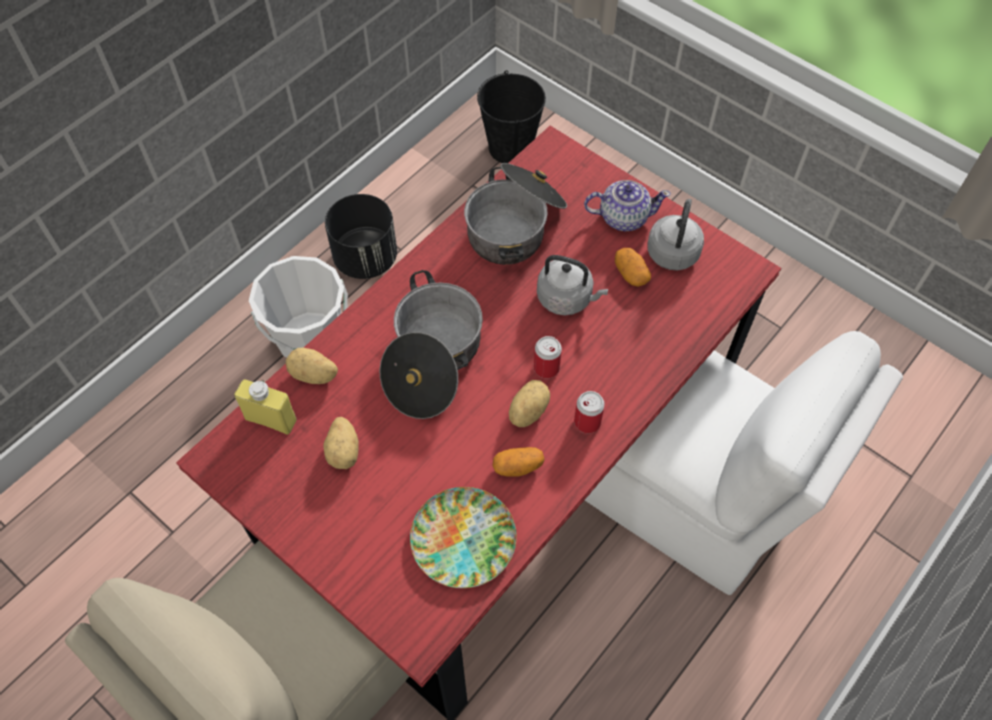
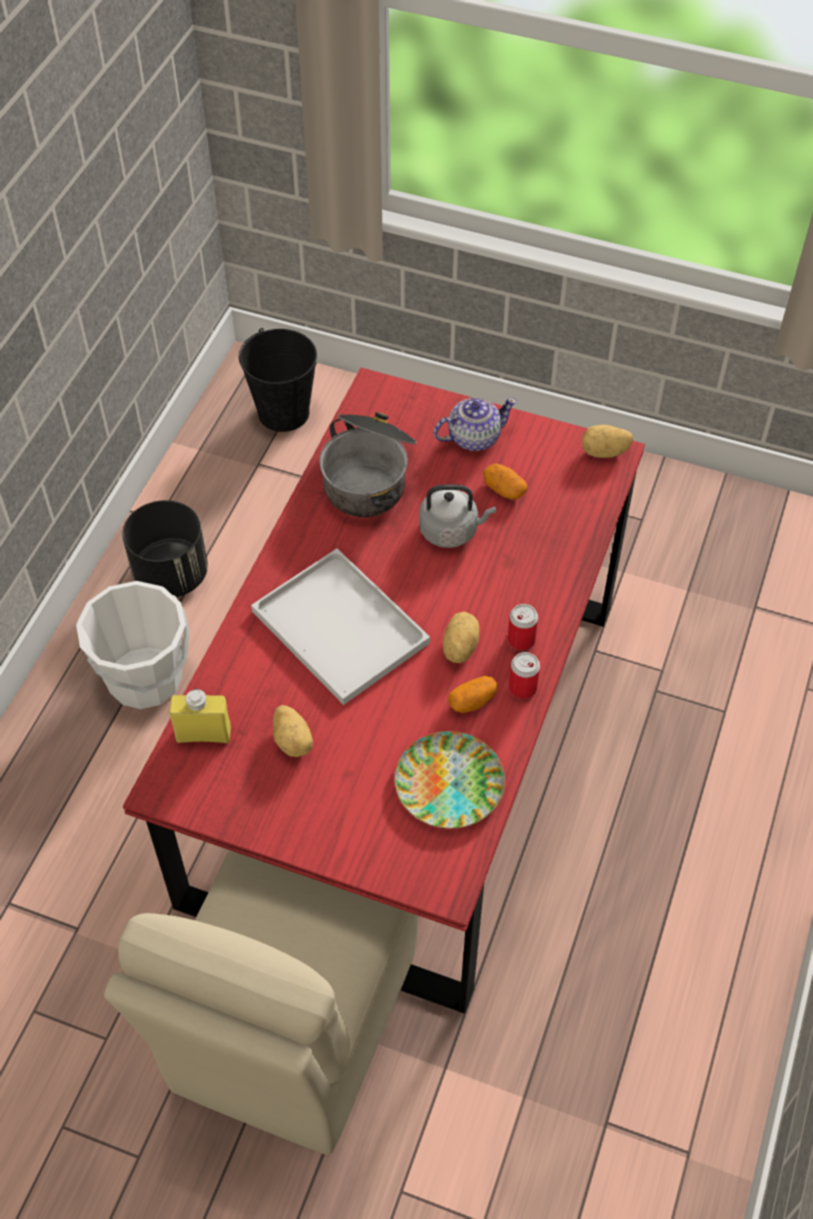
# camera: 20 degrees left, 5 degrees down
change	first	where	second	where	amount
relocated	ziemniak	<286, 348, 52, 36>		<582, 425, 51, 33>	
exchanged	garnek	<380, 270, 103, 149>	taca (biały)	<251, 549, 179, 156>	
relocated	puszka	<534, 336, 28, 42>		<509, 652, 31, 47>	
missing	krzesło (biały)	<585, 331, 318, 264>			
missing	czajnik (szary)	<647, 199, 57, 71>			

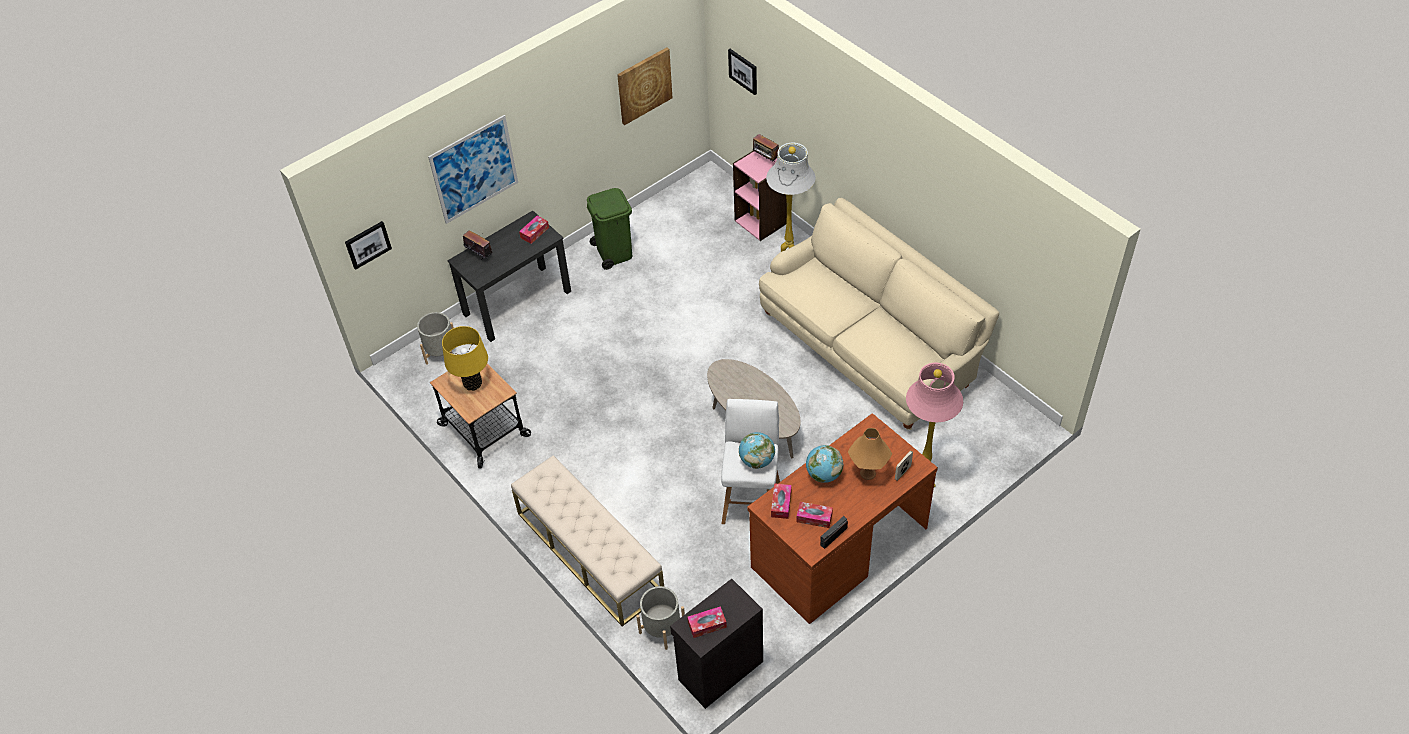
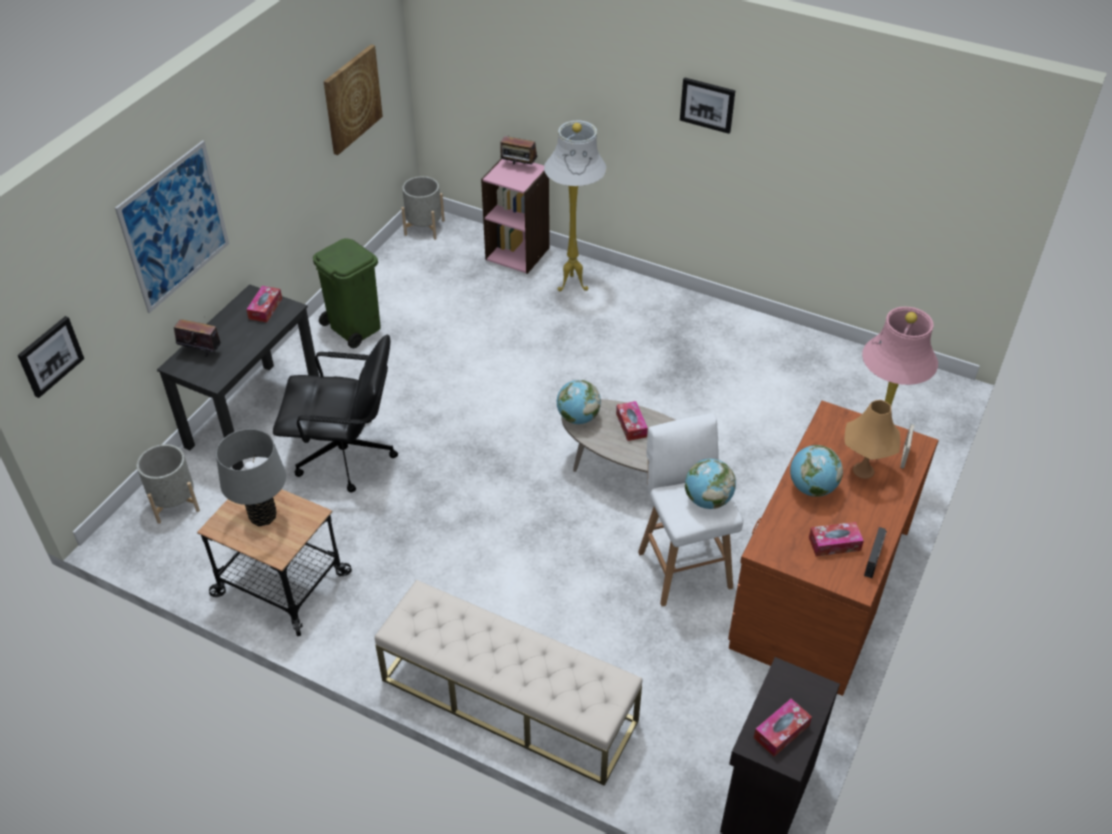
# camera: 25 degrees left, 5 degrees down
change	first	where	second	where	amount
colour	lampa stołowa (żółty)	<442, 326, 46, 65>	lampa stołowa (szary)	<216, 429, 70, 98>	
relocated	donica (szary)	<636, 586, 49, 64>		<401, 176, 44, 64>	
relocated	obraz	<728, 49, 29, 46>		<680, 78, 55, 56>	
missing	kanapa (beżowy)	<759, 198, 240, 232>			
relocated	pudełko chusteczek	<771, 483, 21, 36>		<616, 401, 32, 40>	
appeared			krzesło biurowe (czarny)	<273, 335, 125, 157>	
appeared			globus	<557, 380, 44, 44>	

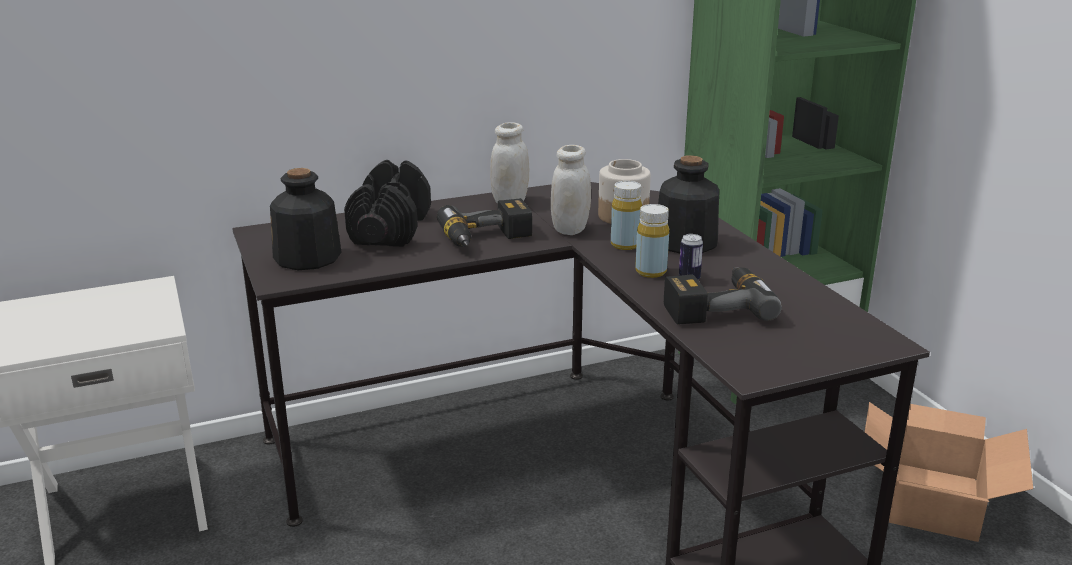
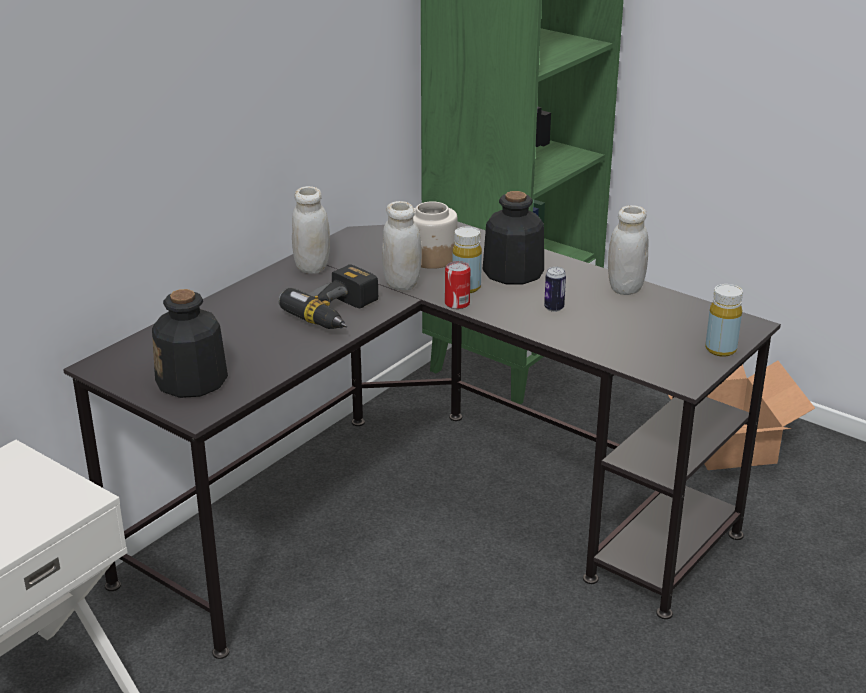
# camera: 30 degrees left, 5 degrees up
change	first	where	second	where	amount
missing	hantel (czarny)	<344, 160, 87, 87>			
relocated	butelka (żółty)	<635, 204, 34, 74>		<705, 284, 38, 73>	
missing	wiertarka	<664, 267, 118, 58>			
appeared			puszka	<445, 261, 25, 48>	
appeared			słoik (biały)	<608, 205, 40, 90>	

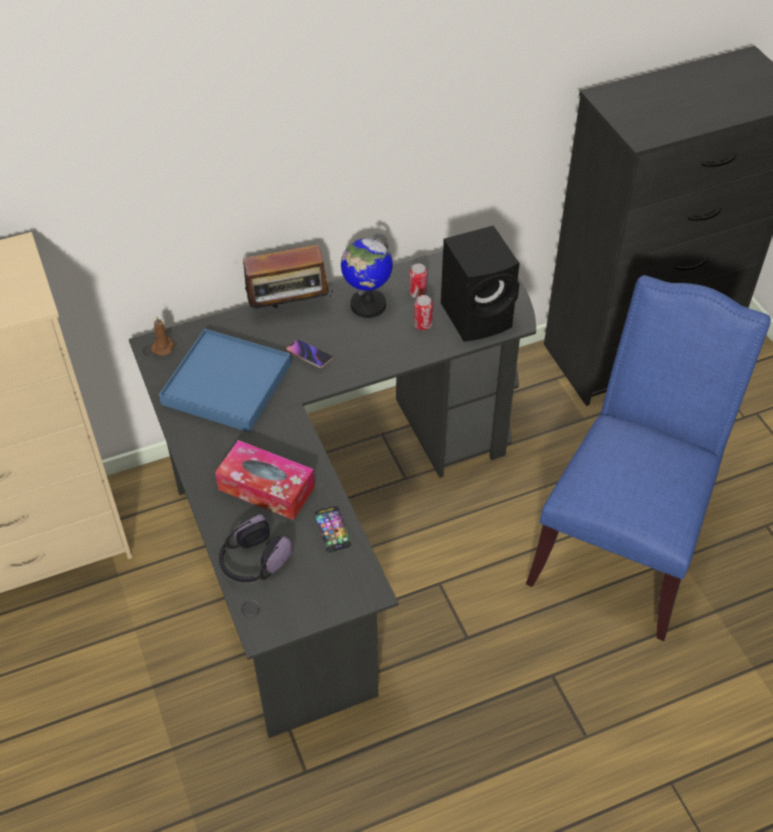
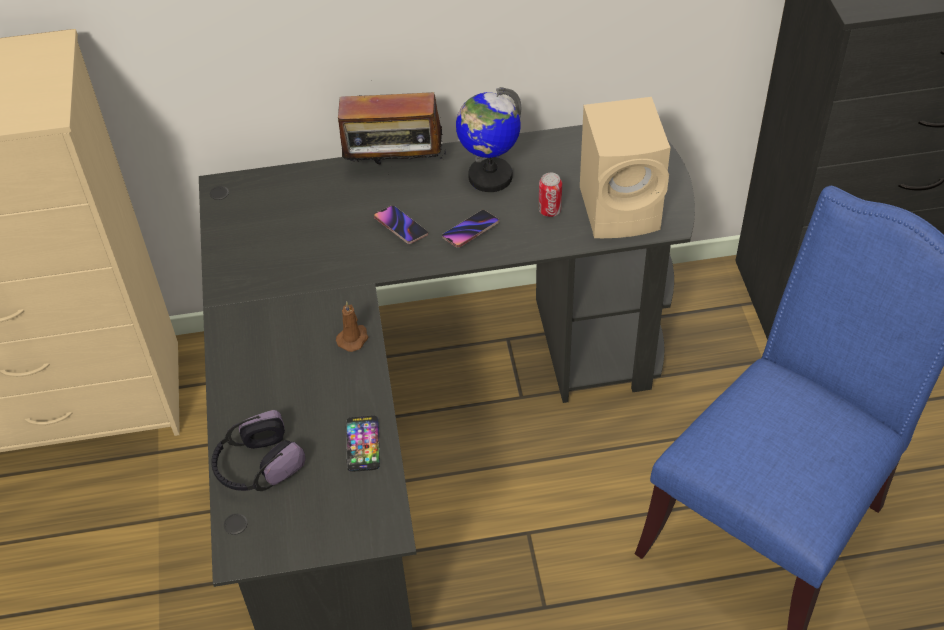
# camera: 15 degrees right, 0 degrees up
change	first	where	second	where	amount
relocated	świeca (brązowy)	<151, 317, 24, 39>		<336, 301, 33, 51>	
missing	taca (niebieski)	<159, 329, 132, 103>			
missing	pudełko chusteczek	<215, 440, 100, 80>			
missing	puszka	<409, 263, 18, 35>			
colour	głośnik (czarny)	<441, 225, 79, 117>	głośnik (beżowy)	<580, 97, 91, 141>	
appeared			telefon	<442, 210, 57, 38>	

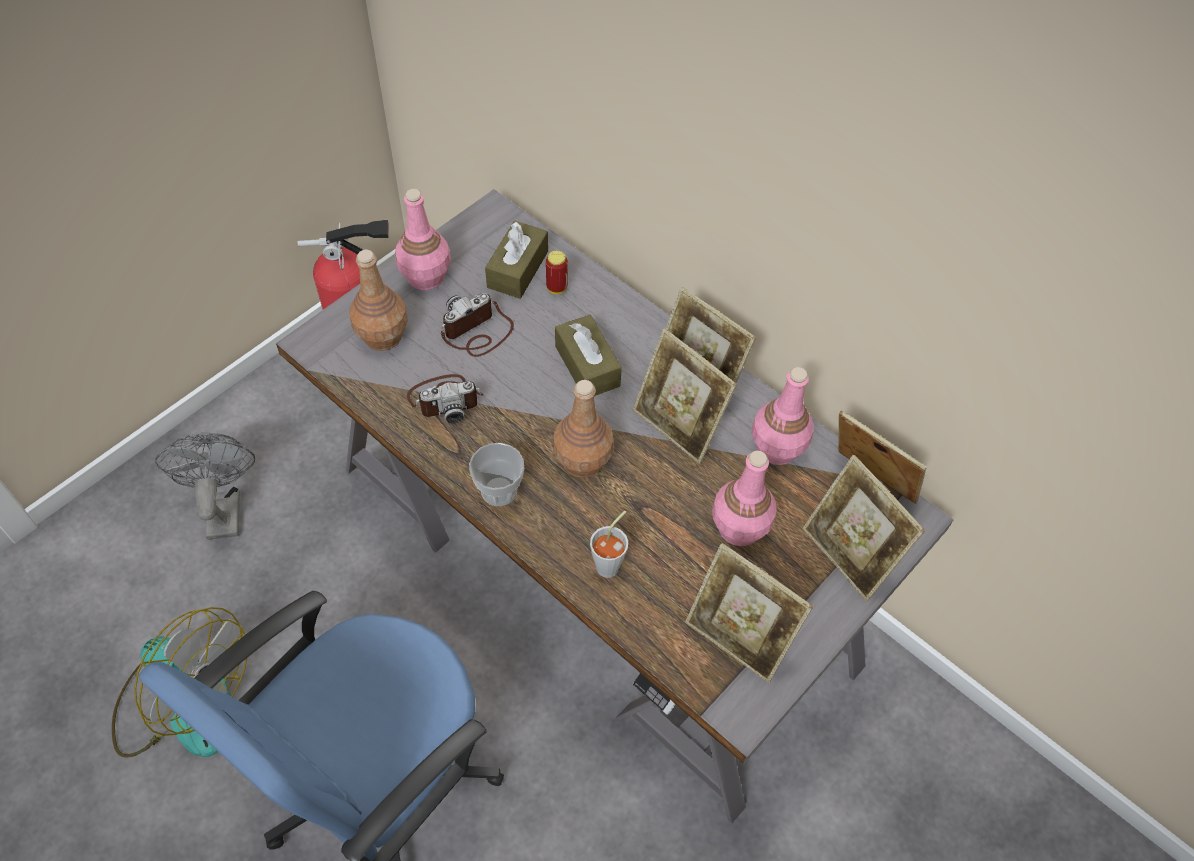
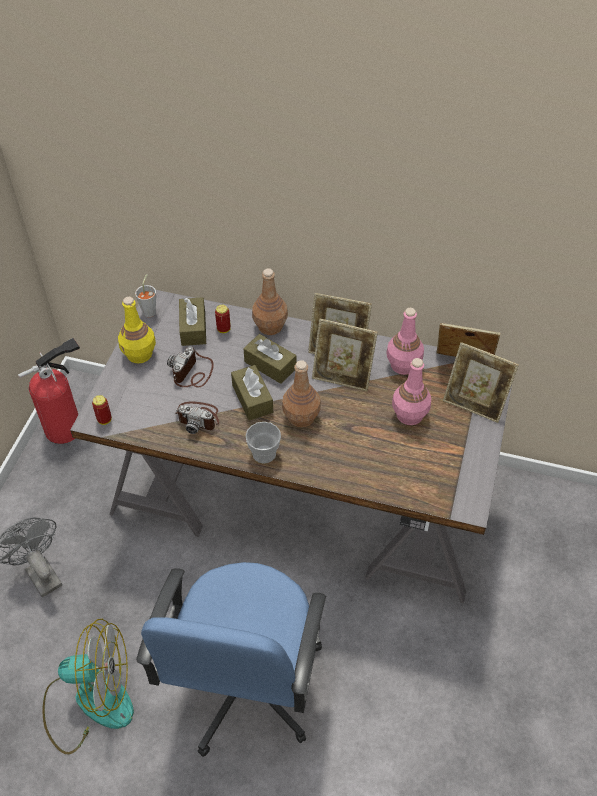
# camera: 25 degrees left, 5 degrees down
change	first	where	second	where	amount
relocated	butelka (brązowy)	<349, 250, 59, 101>		<252, 268, 36, 67>	
colour	butelka (różowy)	<395, 189, 56, 101>	butelka (żółty)	<118, 297, 38, 67>	
spun	aparat fotograficzny	<407, 374, 76, 49>		<176, 402, 43, 32>	60 degrees clockwise
relocated	filiżanka (szary)	<590, 511, 38, 67>		<135, 274, 21, 43>	
missing	ramka na zdjęcie	<685, 543, 128, 140>			
appeared			puszka	<92, 395, 20, 30>	
appeared			pudełko chusteczek (brązowy)	<231, 365, 42, 56>	

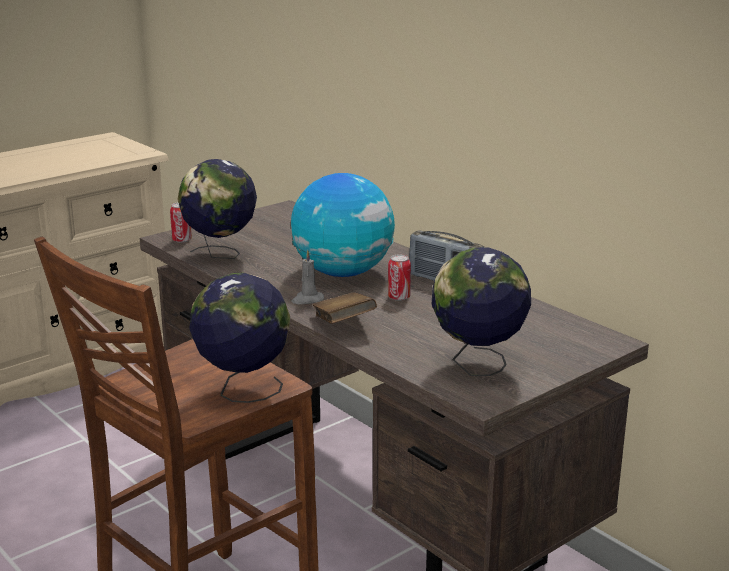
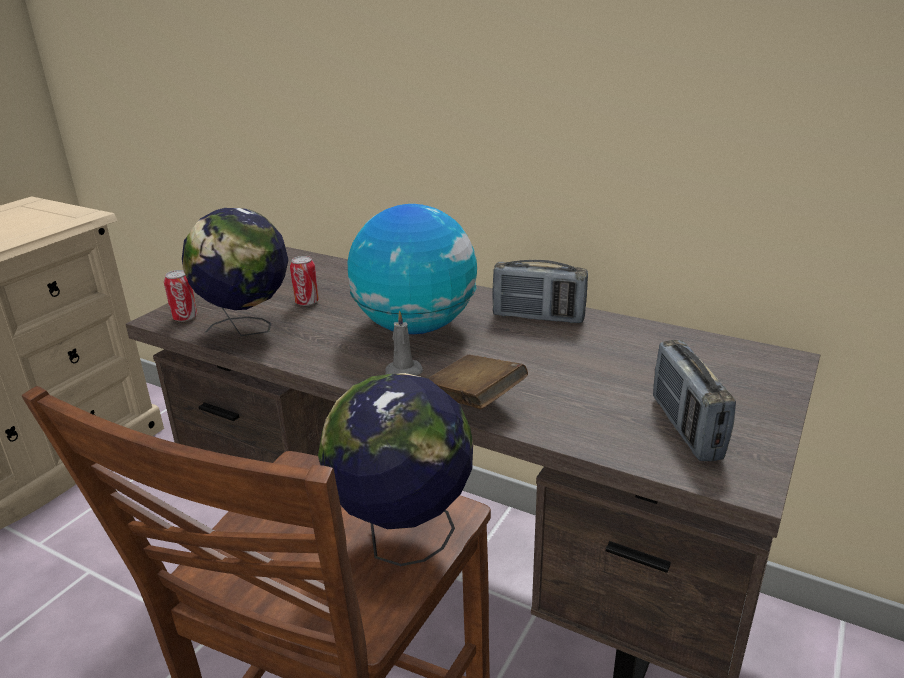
# camera: 20 degrees left, 5 degrees up
change	first	where	second	where	amount
relocated	puszka	<388, 254, 23, 47>		<290, 256, 29, 50>	
exchanged	globus	<432, 247, 99, 129>	radio	<653, 340, 83, 121>	

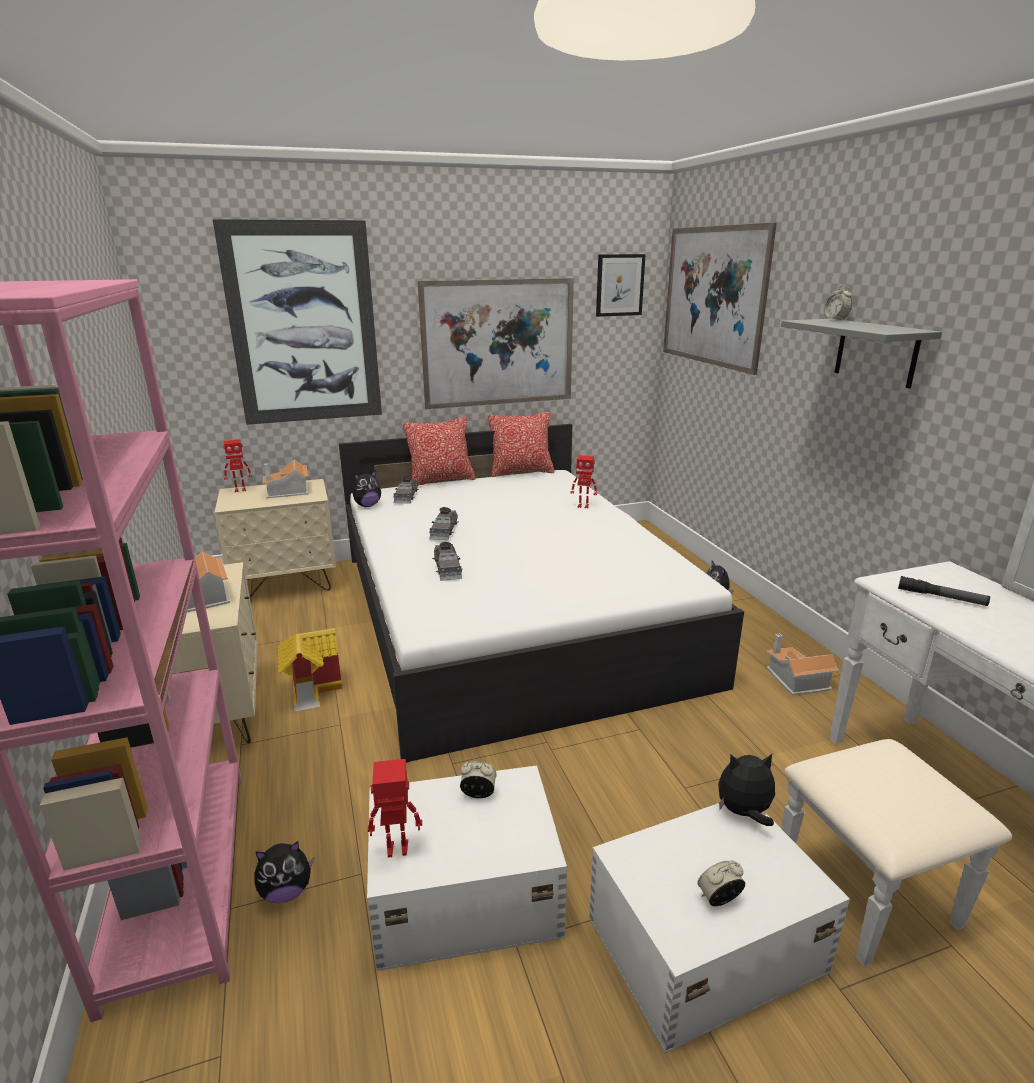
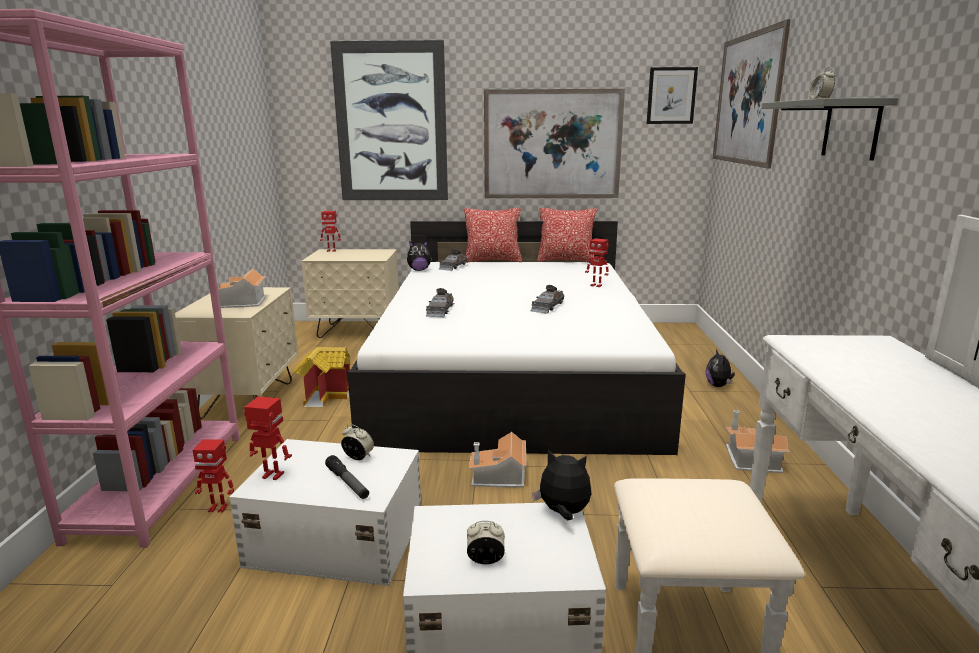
# camera: 20 degrees right, 5 degrees down
change	first	where	second	where	amount
exchanged	pluszak	<254, 841, 61, 62>	robot zabawkowy	<193, 439, 41, 73>	
relocated	domek	<263, 460, 46, 38>		<469, 432, 57, 56>	
relocated	samochodzik (szary)	<429, 507, 29, 33>		<531, 285, 33, 29>	
relocated	latarka	<898, 576, 92, 30>		<325, 455, 44, 44>	

